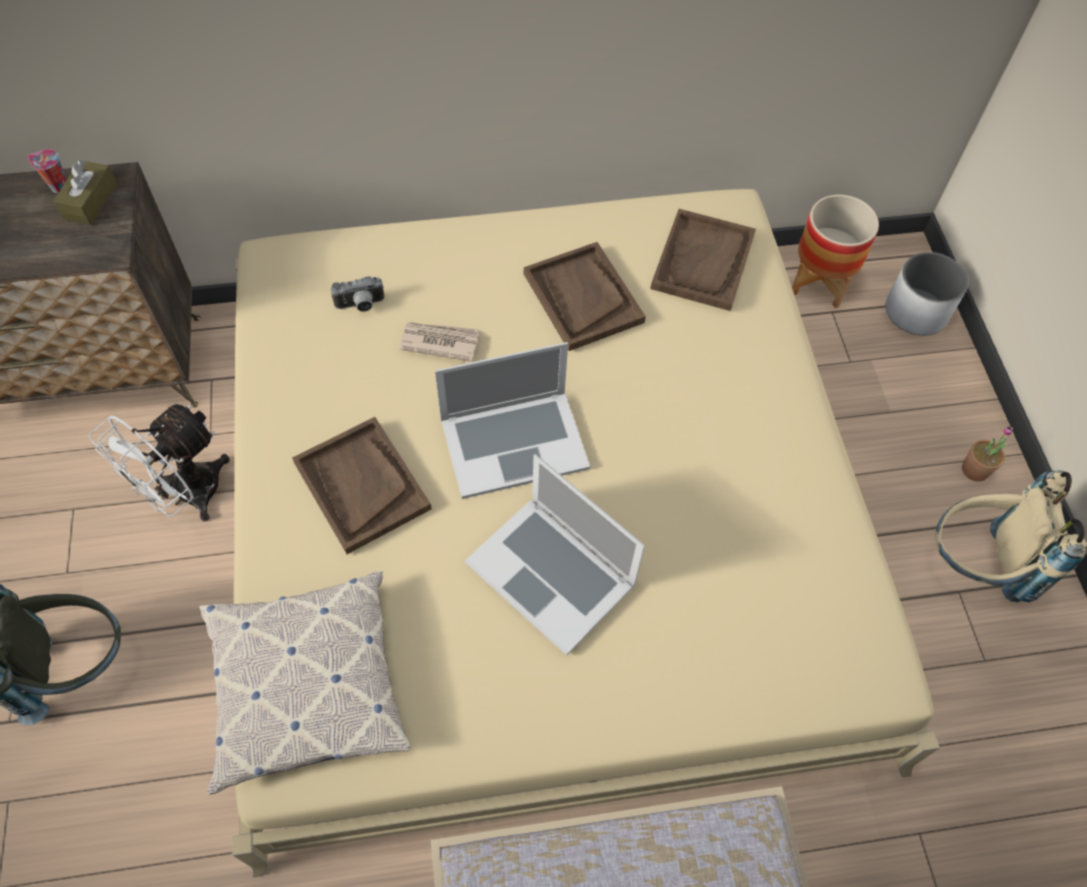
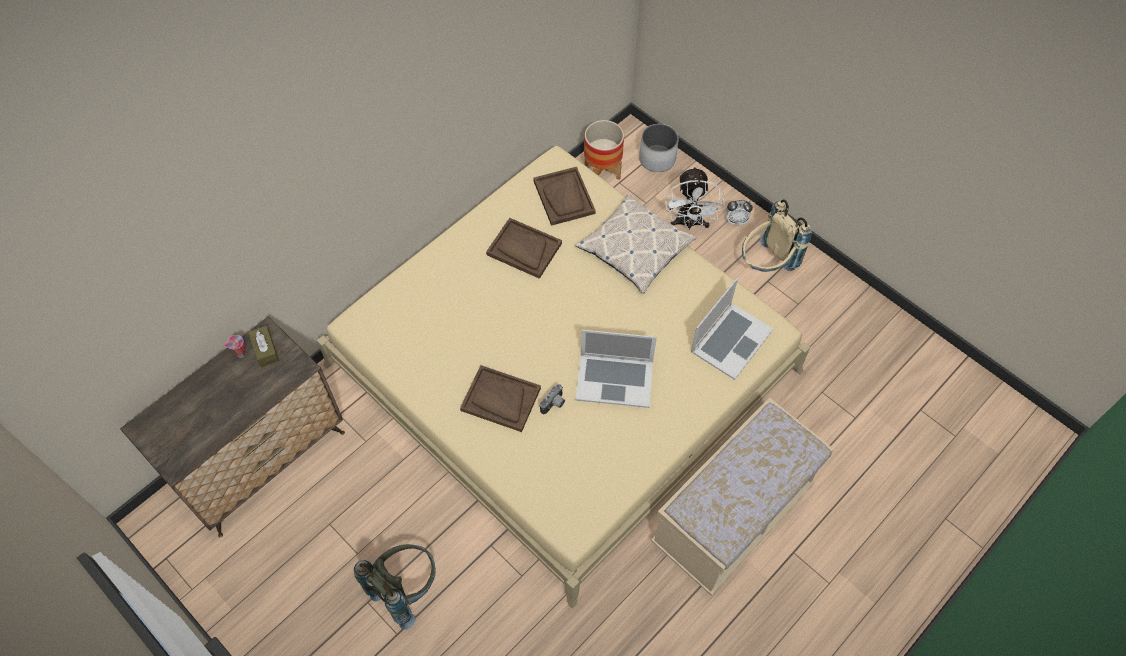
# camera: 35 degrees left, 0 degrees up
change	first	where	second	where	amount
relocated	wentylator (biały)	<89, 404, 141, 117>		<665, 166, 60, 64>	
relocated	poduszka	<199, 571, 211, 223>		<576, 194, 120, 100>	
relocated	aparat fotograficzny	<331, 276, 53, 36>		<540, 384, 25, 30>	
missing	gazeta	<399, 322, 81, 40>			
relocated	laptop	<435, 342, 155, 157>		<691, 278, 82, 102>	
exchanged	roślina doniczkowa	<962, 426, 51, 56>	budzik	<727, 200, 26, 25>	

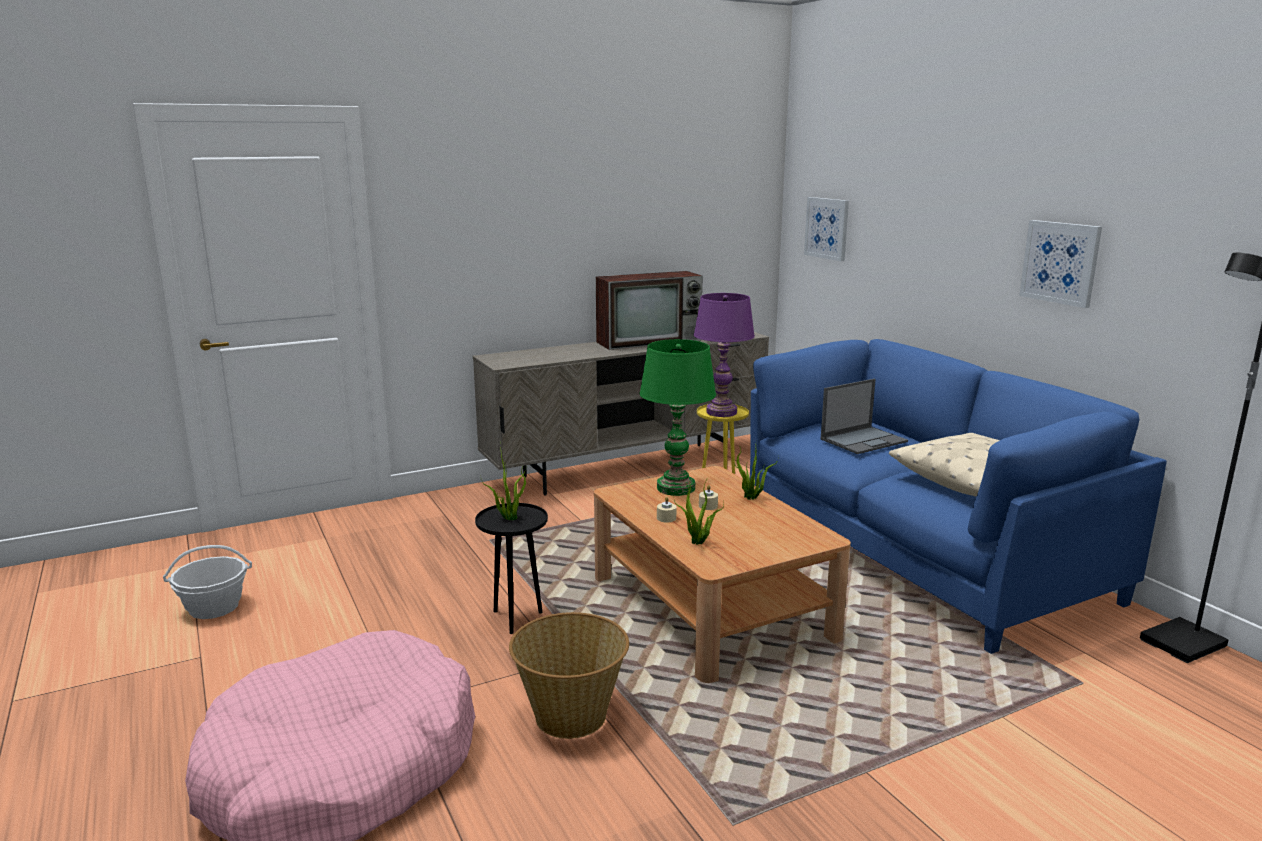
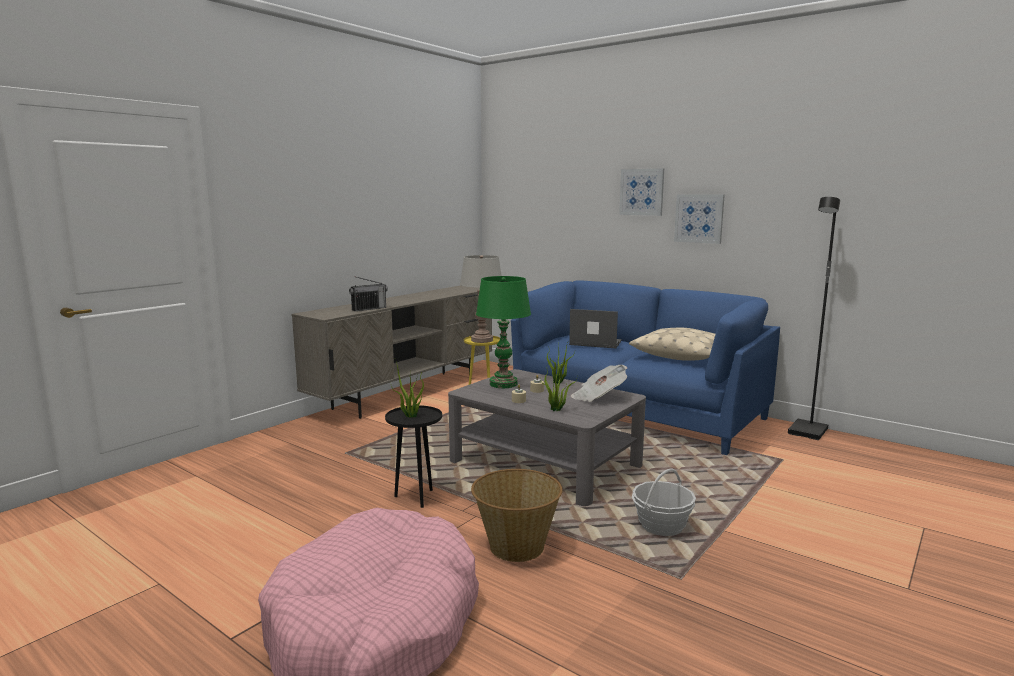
# camera: 25 degrees left, 5 degrees down
change	first	where	second	where	amount
relocated	koszyk	<163, 545, 89, 74>		<632, 469, 64, 67>	
colour	ława (brązowy)	<594, 466, 257, 217>	ława (szary)	<448, 369, 198, 137>	
missing	telewizor	<596, 271, 107, 79>			
colour	lampa stołowa (fioletowy)	<694, 293, 61, 124>	lampa stołowa (szary)	<460, 255, 42, 88>	
relocated	obraz	<804, 197, 45, 64>		<619, 168, 45, 48>	
spun	laptop	<820, 379, 88, 75>		<569, 309, 53, 39>	105 degrees counterclockwise
appeared			radio	<349, 276, 39, 35>	
appeared			gazeta	<571, 365, 57, 37>	

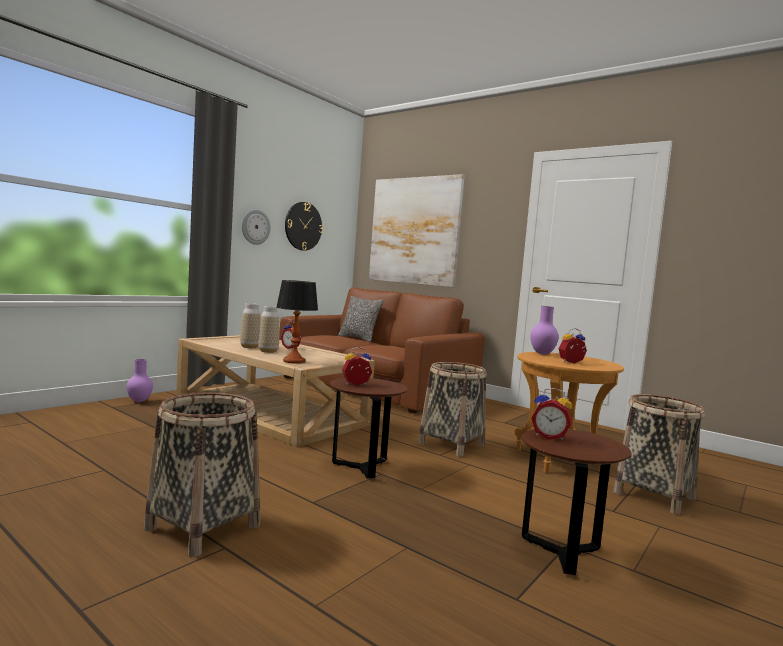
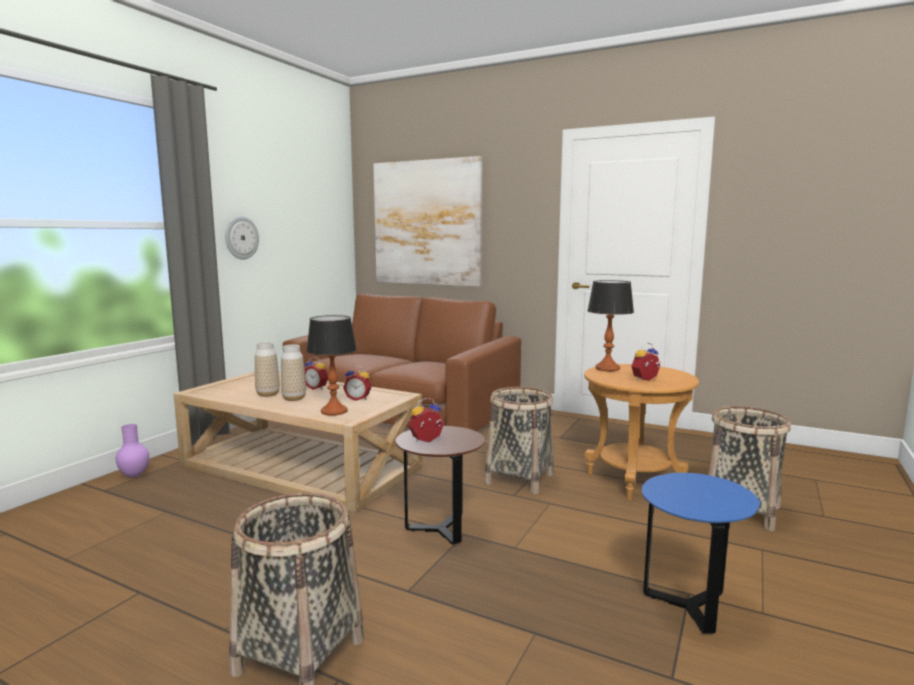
# camera: 10 degrees left, 5 degrees up
change	first	where	second	where	amount
missing	zegar ścienny	<285, 202, 38, 49>			
missing	poduszka	<338, 296, 46, 46>			
colour	stolik (brązowy)	<521, 429, 111, 146>	stolik (niebieski)	<642, 473, 118, 161>	
exchanged	wazon (fioletowy)	<530, 306, 29, 49>	lampa stołowa	<587, 280, 47, 91>	
relocated	budzik	<531, 388, 41, 52>		<343, 365, 29, 36>	

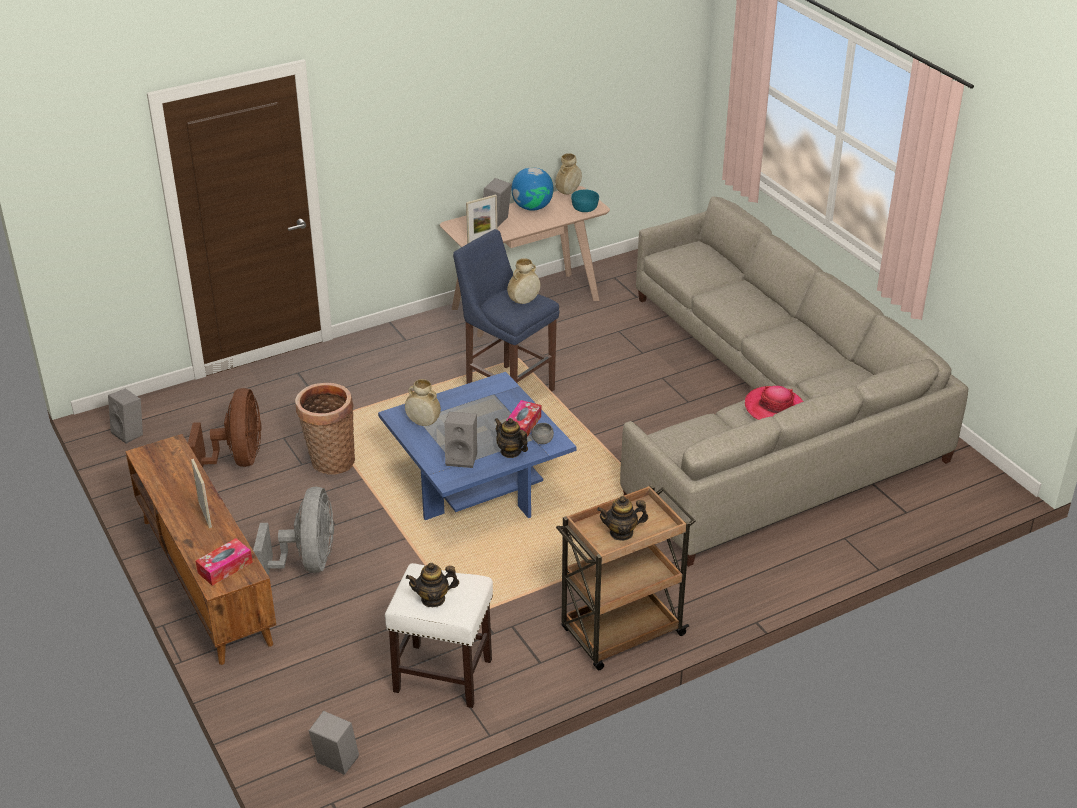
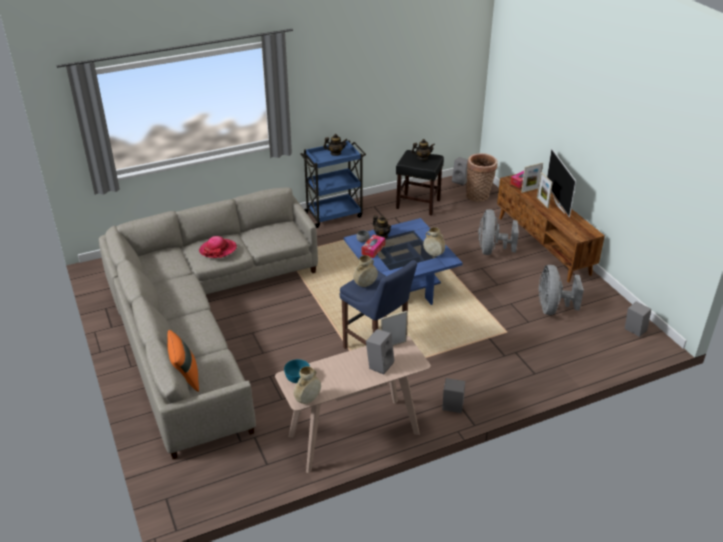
# camera: 175 degrees left, 0 degrees up
change	first	where	second	where	amount
colour	wentylator (brązowy)	<188, 388, 74, 79>	wentylator (szary)	<539, 265, 45, 50>	
relocated	koszyk	<295, 383, 60, 92>		<466, 153, 32, 49>	
colour	stołek (biały)	<385, 563, 108, 145>	stołek (czarny)	<396, 150, 48, 66>	
relocated	głośnik (szary)	<445, 412, 32, 56>		<442, 378, 23, 35>	
missing	globus	<511, 167, 42, 44>			
colour	wózek (brązowy)	<556, 485, 140, 185>	wózek (niebieski)	<300, 140, 66, 88>	
appeared			poduszka (pomarańczowy)	<167, 330, 32, 62>	
appeared			ramka na zdjęcie	<521, 163, 22, 30>	
appeared			telewizor	<547, 148, 29, 70>	

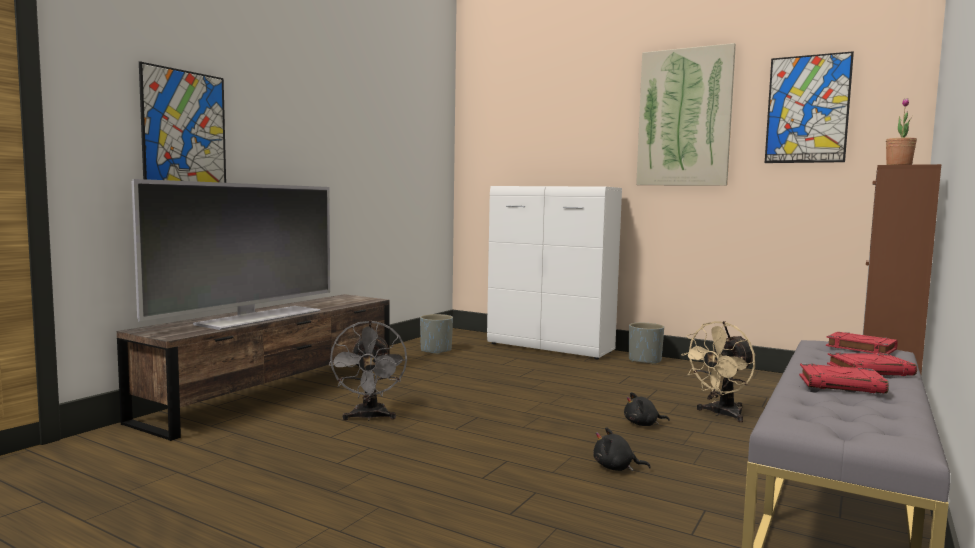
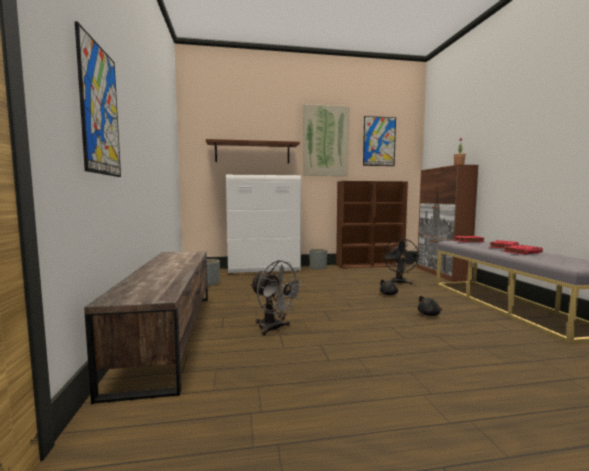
# camera: 40 degrees left, 0 degrees up
change	first	where	second	where	amount
missing	telewizor	<132, 179, 198, 151>			
colour	wentylator (beżowy)	<681, 321, 75, 101>	wentylator (czarny)	<383, 238, 37, 47>	
appeared			półka (brązowy)	<206, 139, 94, 25>	
appeared			regał (brązowy)	<336, 181, 72, 88>	

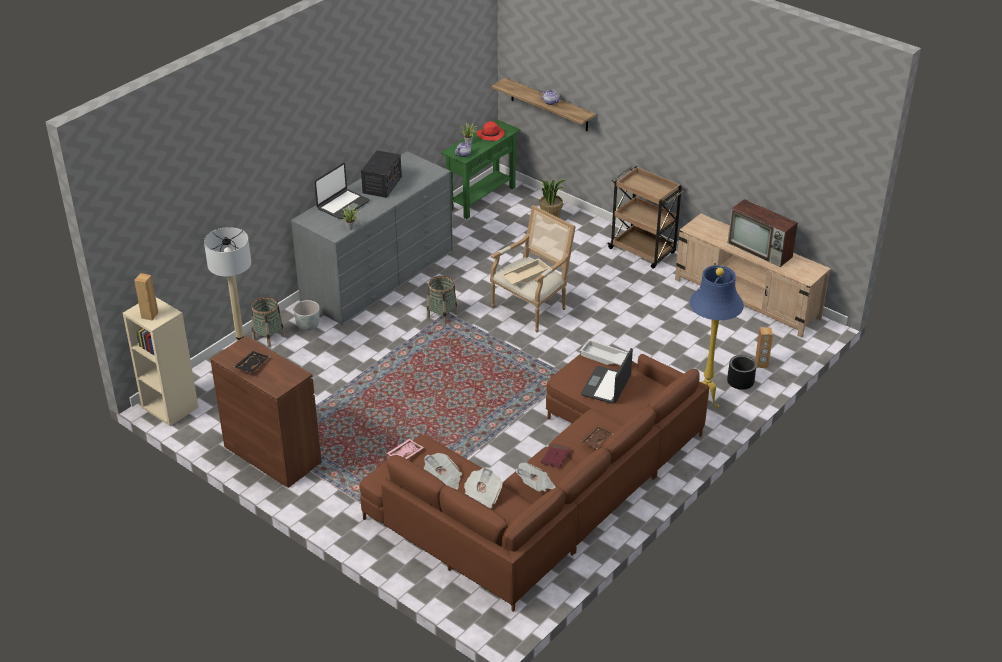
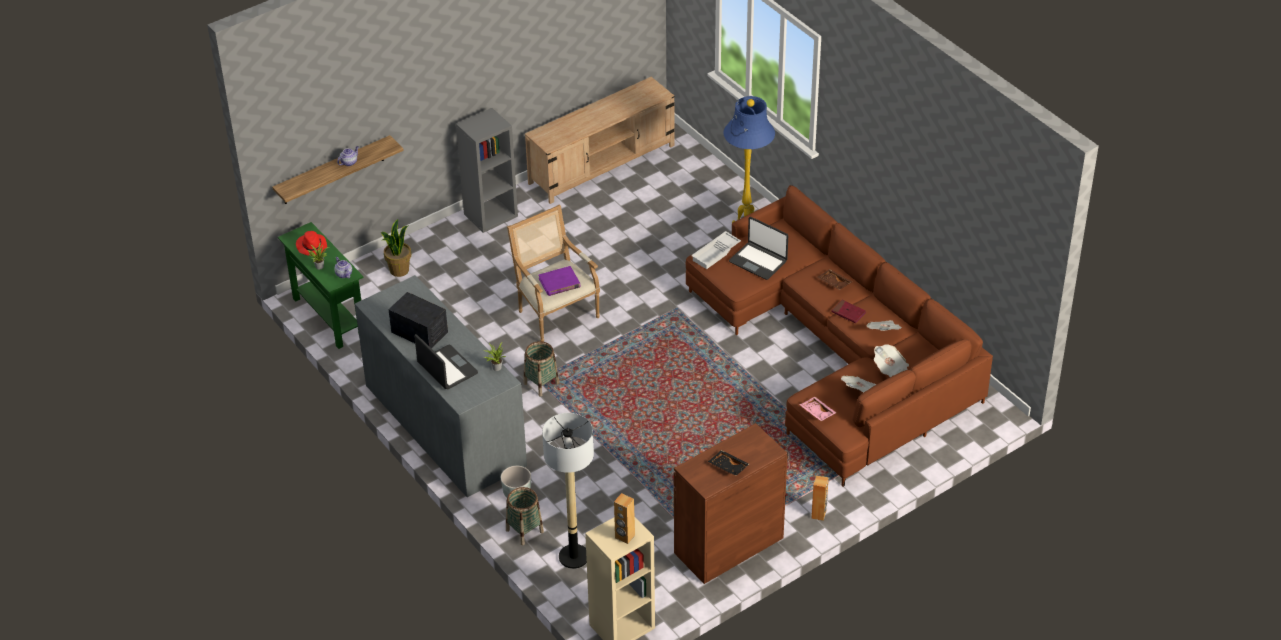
# camera: 75 degrees left, 5 degrees up
change	first	where	second	where	amount
exchanged	taca (beżowy)	<501, 258, 49, 27>	książka (fioletowy)	<539, 266, 41, 30>	
exchanged	wózek (brązowy)	<607, 166, 78, 103>	regał (szary)	<456, 108, 62, 125>	
missing	donica (czarny)	<727, 355, 30, 35>			
missing	telewizor	<728, 199, 70, 68>			
relocated	głośnik (brązowy)	<755, 327, 18, 41>		<811, 476, 18, 45>	

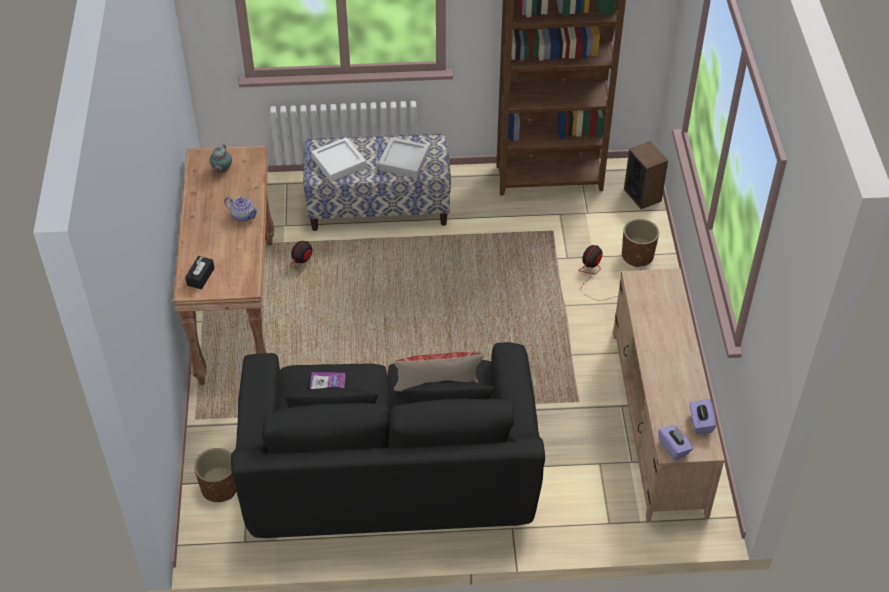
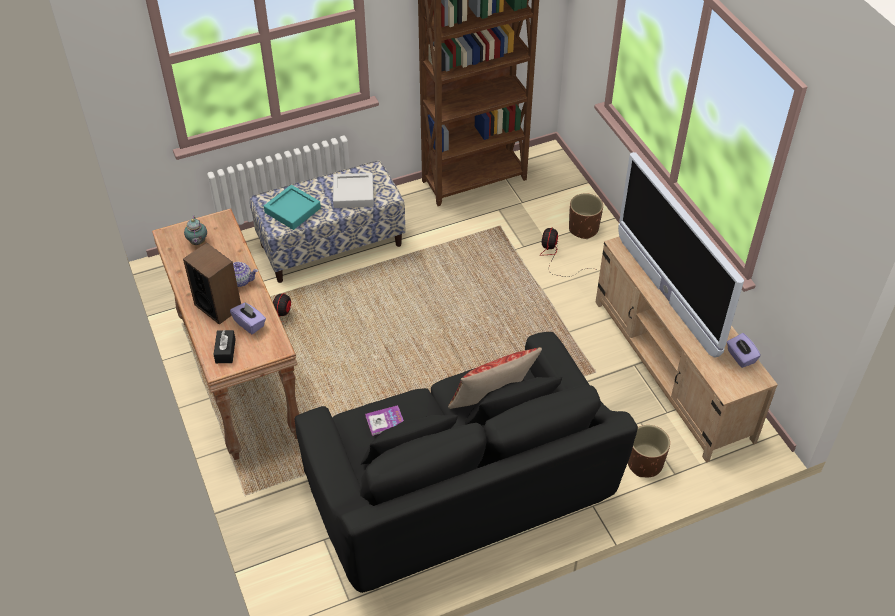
# camera: 20 degrees left, 0 degrees up
change	first	where	second	where	amount
relocated	donica (brązowy)	<194, 448, 42, 54>		<628, 425, 42, 52>	
colour	taca (biały)	<311, 137, 55, 45>	taca (turkusowy)	<264, 185, 57, 45>	
relocated	głośnik	<624, 141, 44, 68>		<183, 243, 58, 81>	
relocated	pudełko chusteczek (fioletowy)	<658, 425, 35, 35>		<230, 302, 36, 33>	
appeared			telewizor	<618, 152, 126, 205>	

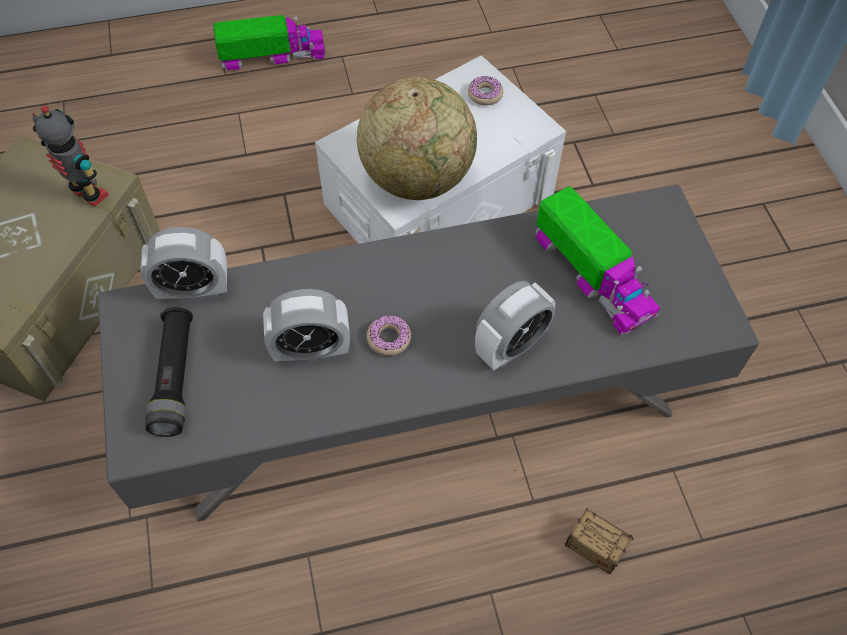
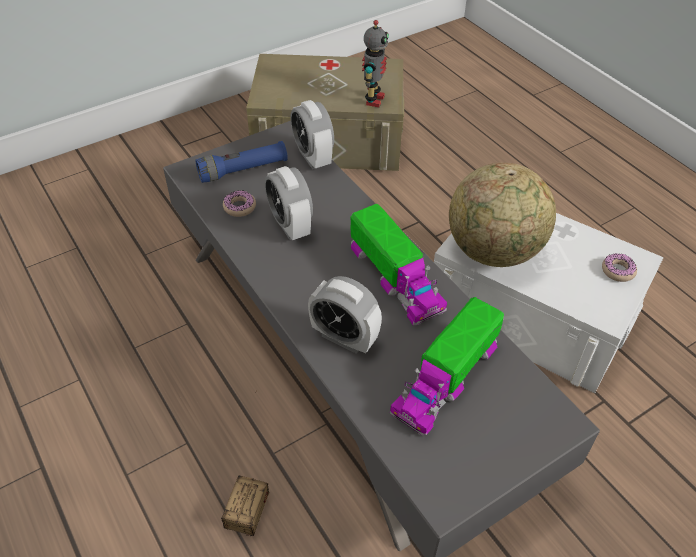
# camera: 70 degrees right, 10 degrees down
change	first	where	second	where	amount
colour	latarka (czarny)	<146, 307, 47, 130>	latarka (niebieski)	<196, 141, 92, 42>	
relocated	ciężarówka zabawkowa	<213, 15, 113, 55>		<350, 204, 97, 121>	
relocated	donut	<367, 315, 44, 41>		<223, 190, 33, 27>	

